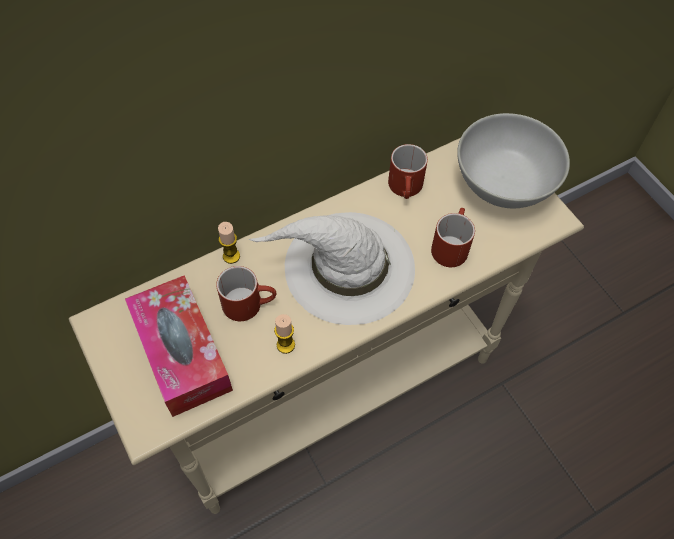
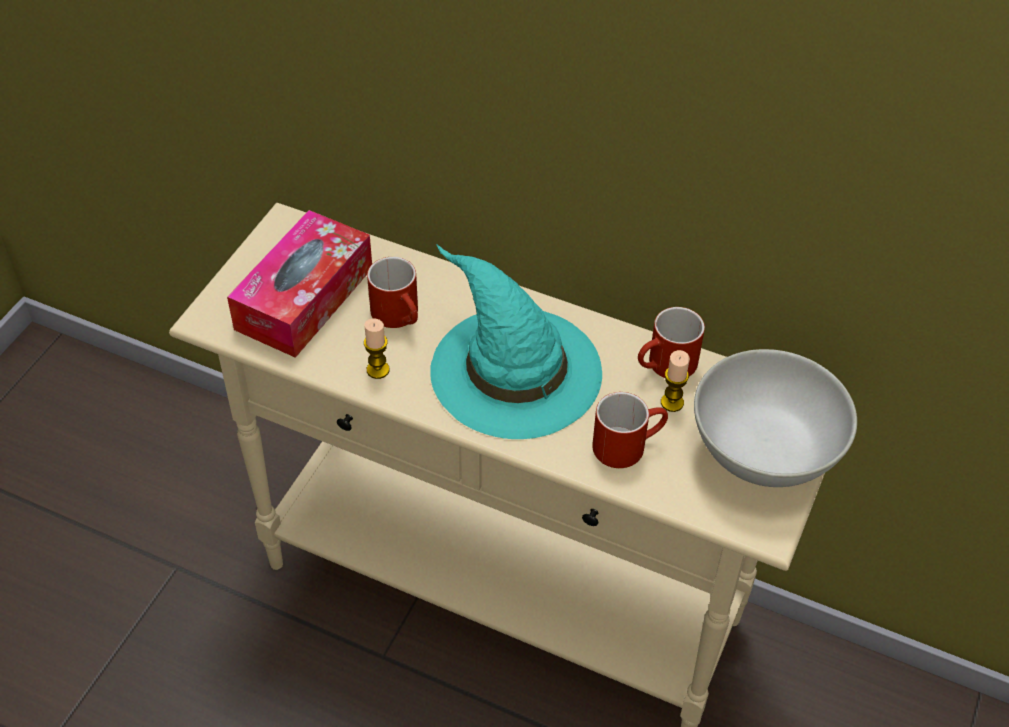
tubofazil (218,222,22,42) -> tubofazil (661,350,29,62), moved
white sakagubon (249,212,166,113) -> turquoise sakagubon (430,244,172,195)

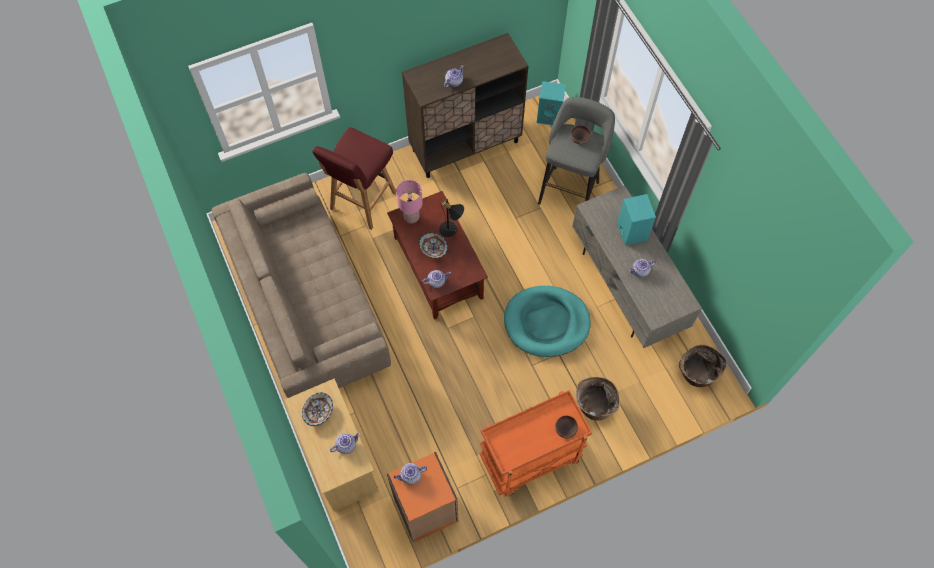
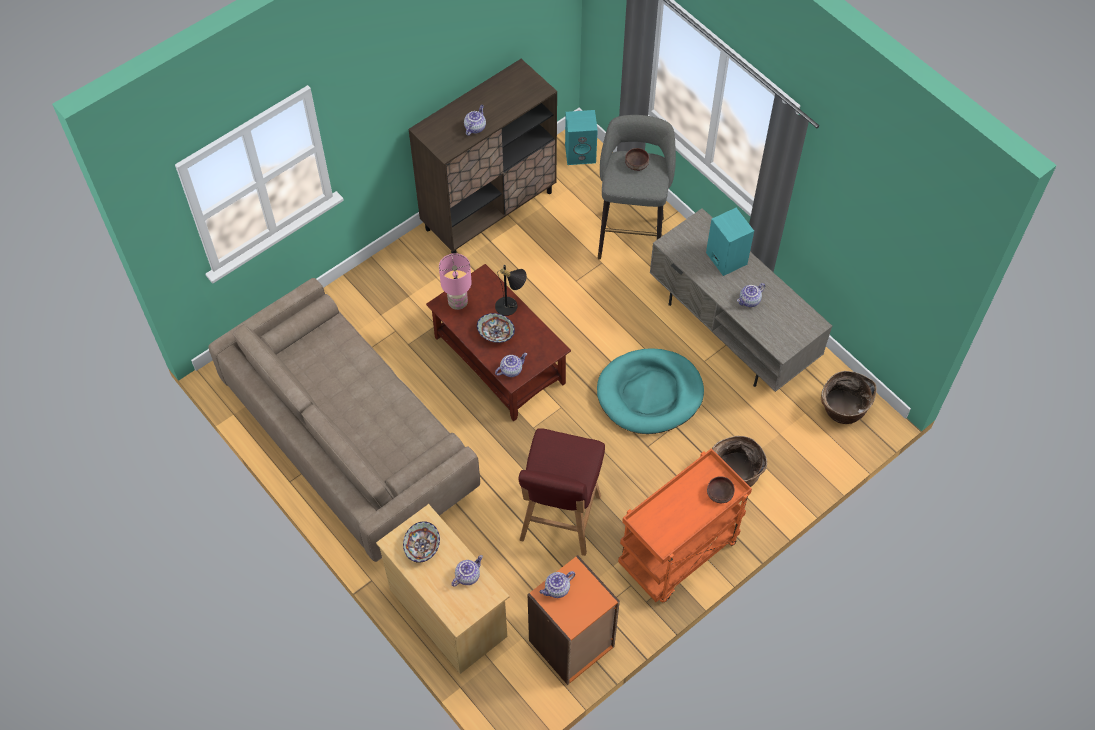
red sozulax (312,127,84,103) -> red sozulax (518,428,87,128), moved

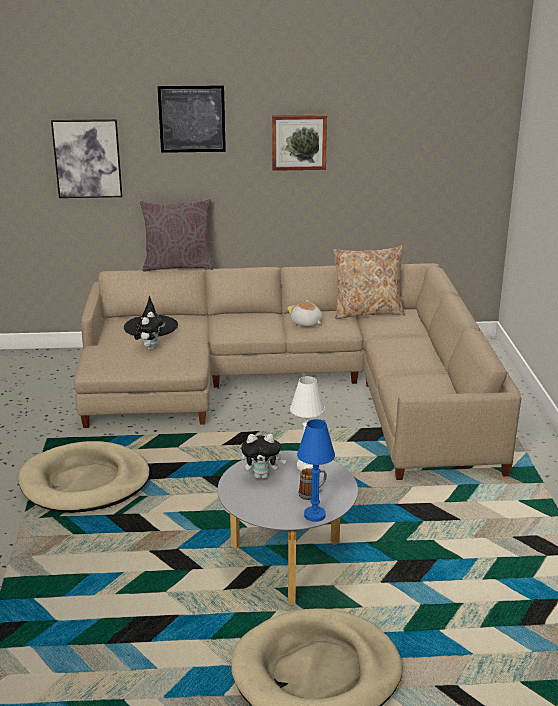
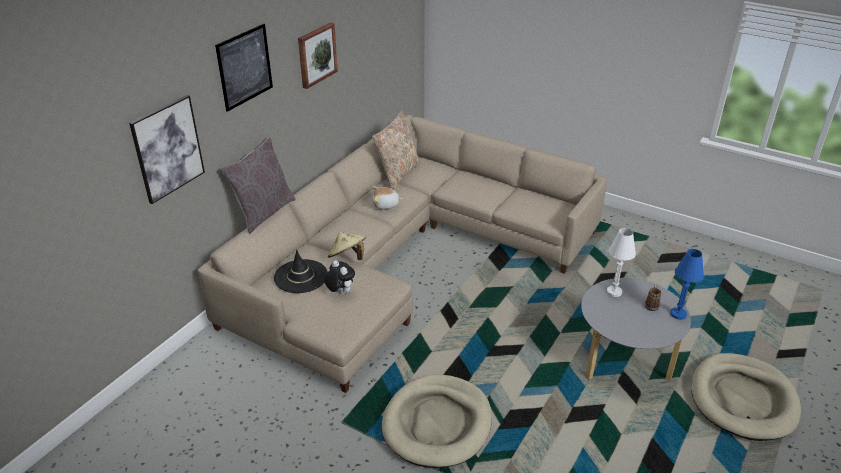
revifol (241,434,45,45) -> none
none -> beige sakagubon (328,232,38,28)

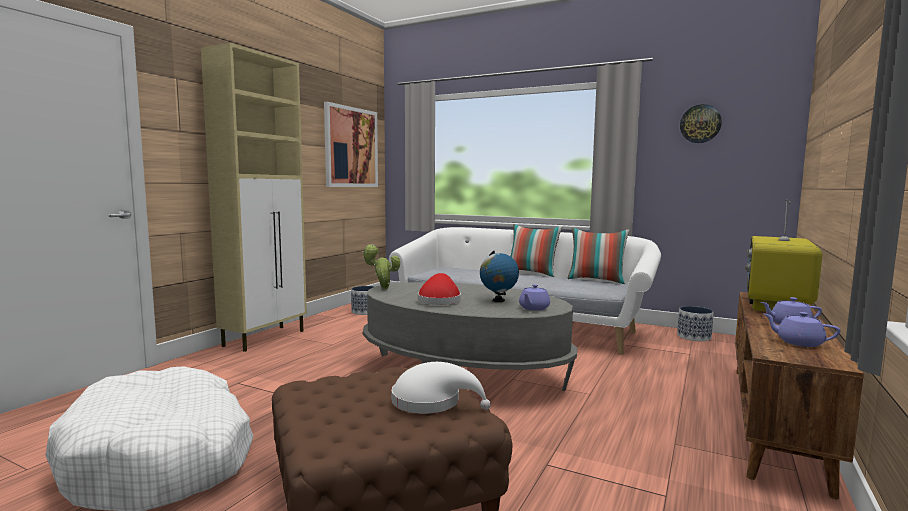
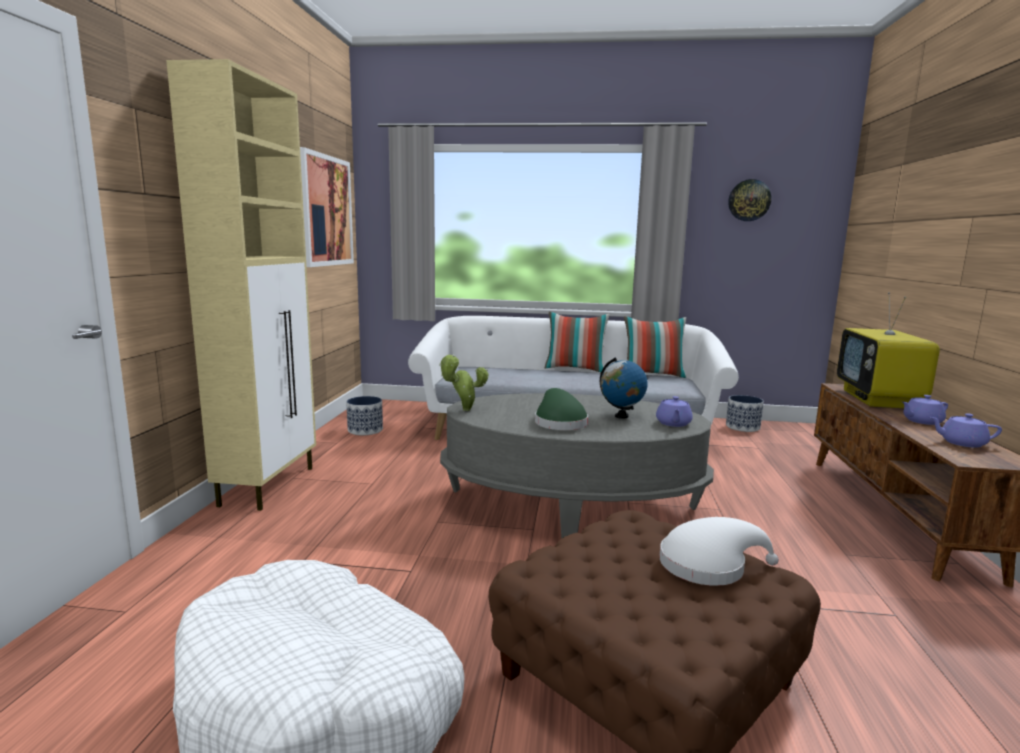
red sakagubon (418,273,43,32) -> green sakagubon (535,388,53,42)

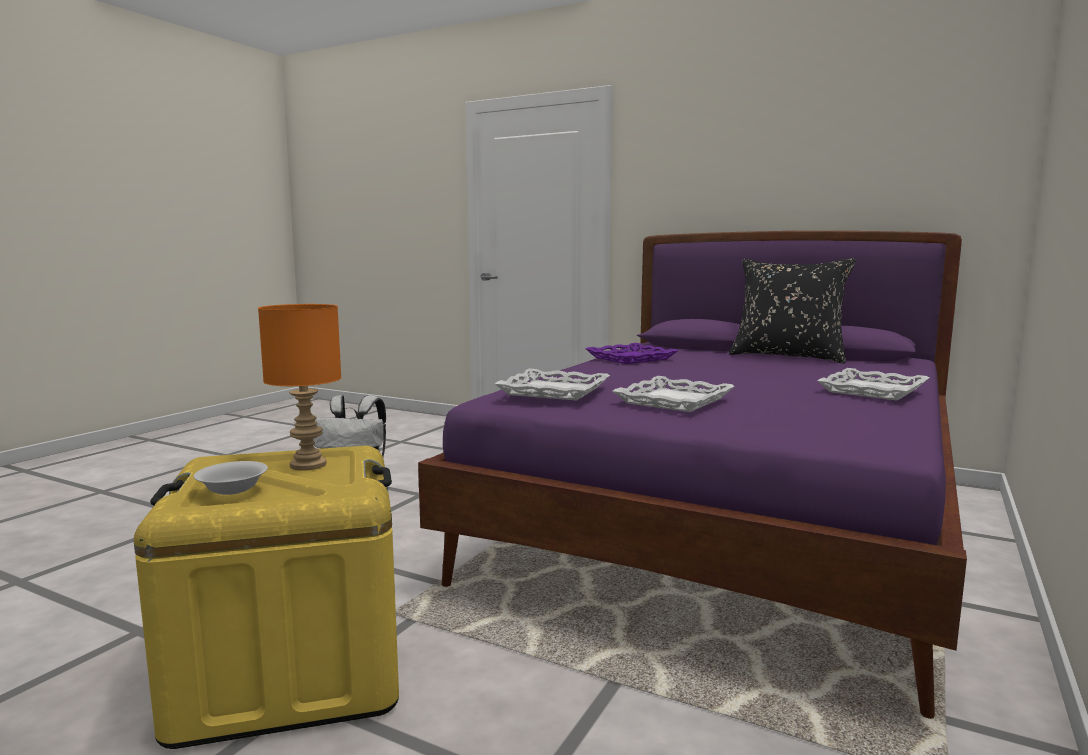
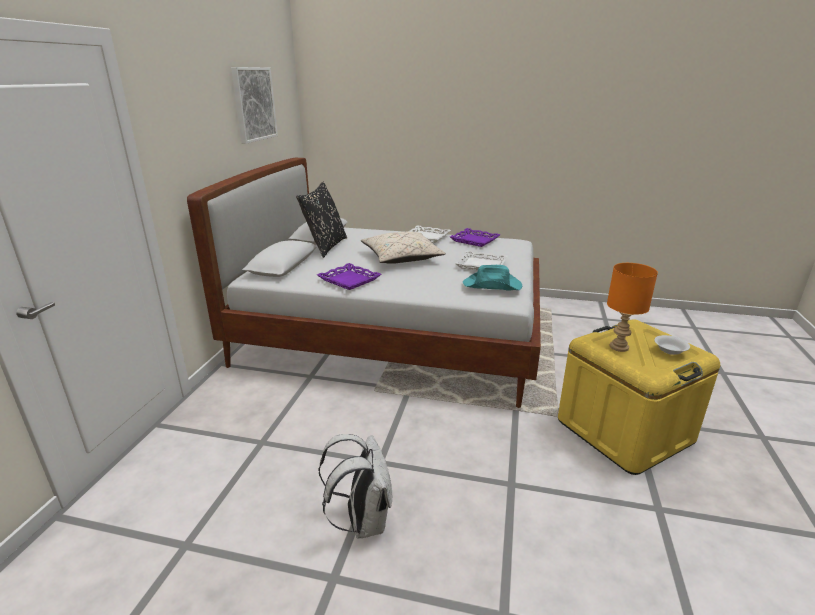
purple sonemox (418,231,549,488) -> white sonemox (187,158,354,250)
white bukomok (495,369,115,32) -> turquoise sakagubon (463,265,59,25)
none -> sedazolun (231,67,47,77)
none -> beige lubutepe (361,232,85,32)
none -> purple bukomok (450,228,50,19)

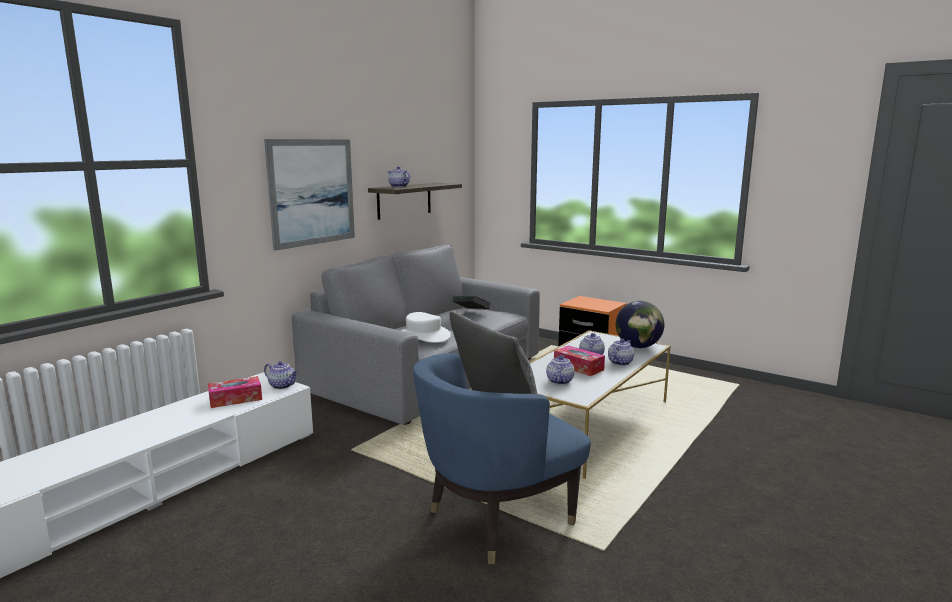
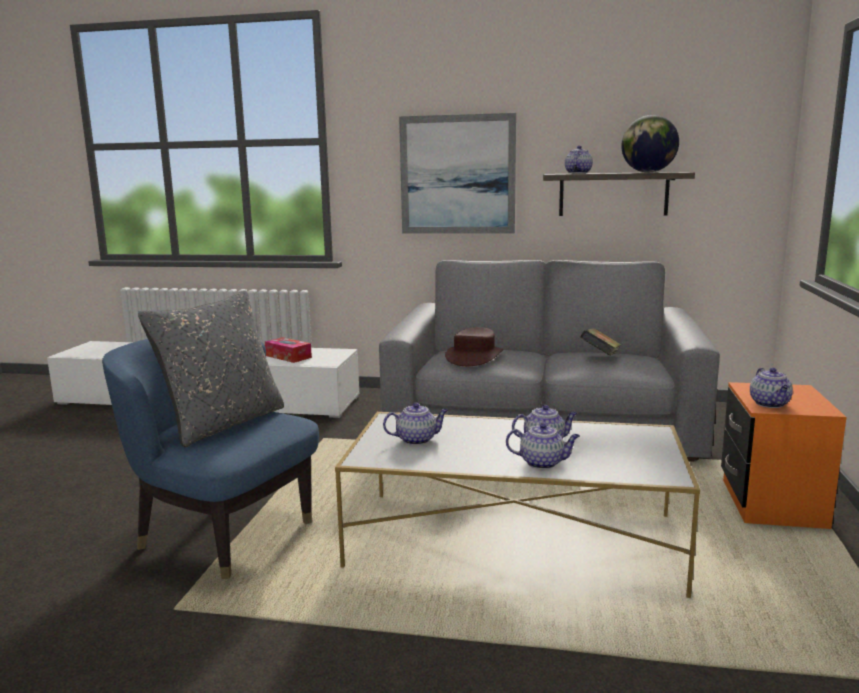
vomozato (264,361,34,28) -> vomozato (750,367,43,41), moved
white sakagubon (401,312,50,31) -> brown sakagubon (445,327,58,39)
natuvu (554,346,51,30) -> none
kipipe (616,301,48,47) -> kipipe (621,115,58,57), moved

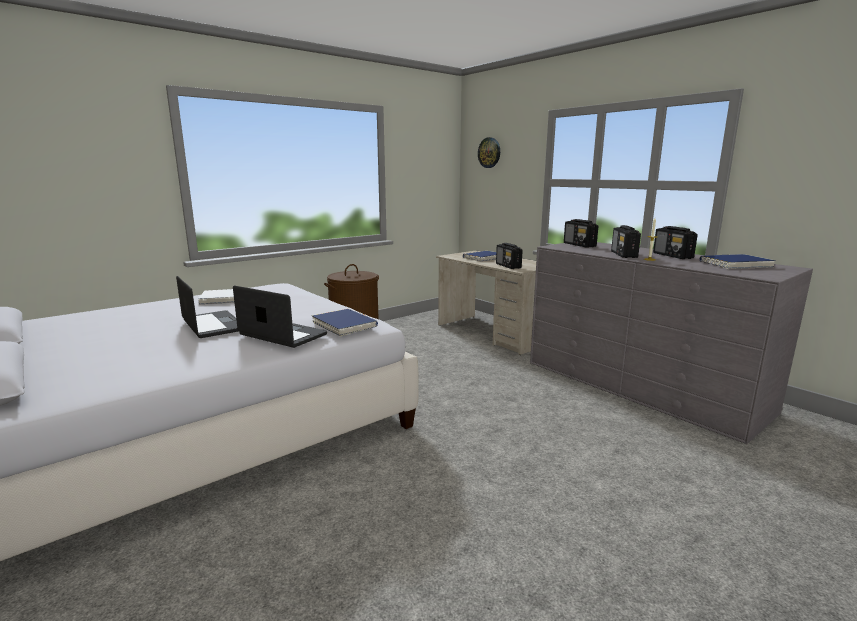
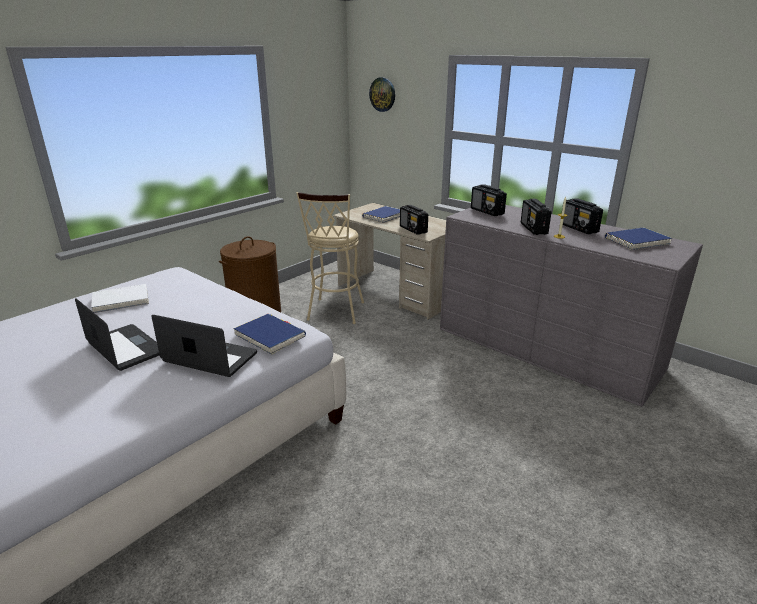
none -> beige sozulax (297,192,67,132)

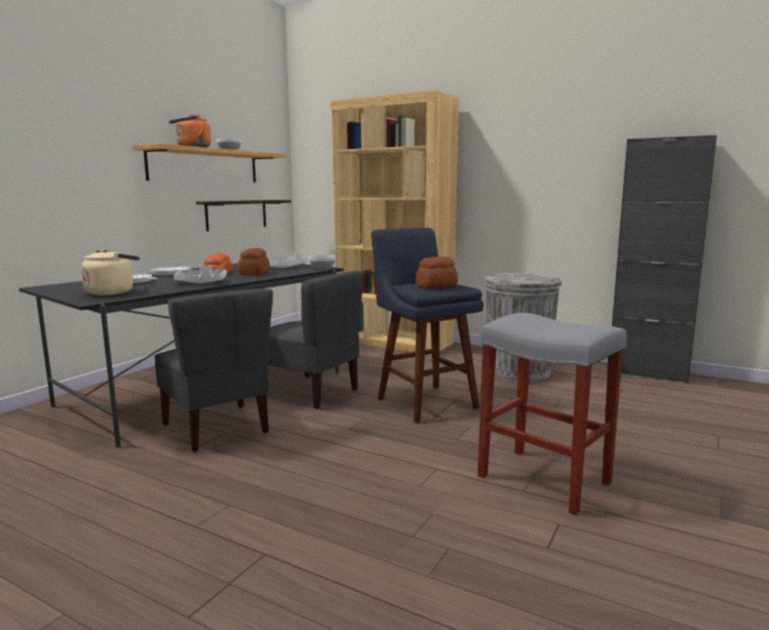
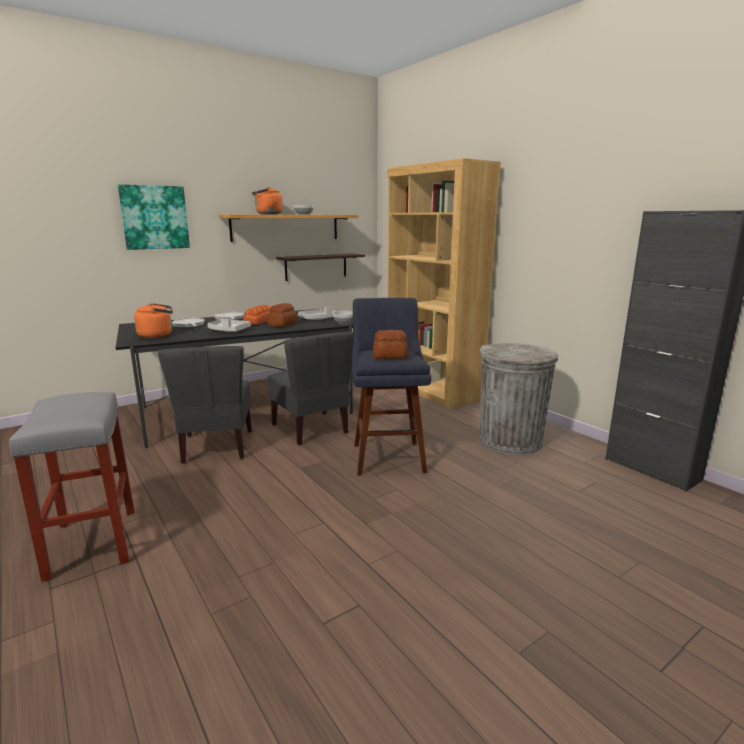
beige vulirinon (81,249,59,46) -> orange vulirinon (134,303,39,35)
grey sozulax (478,313,149,202) -> grey sozulax (9,392,126,190), moved
none -> sedazolun (118,184,72,66)

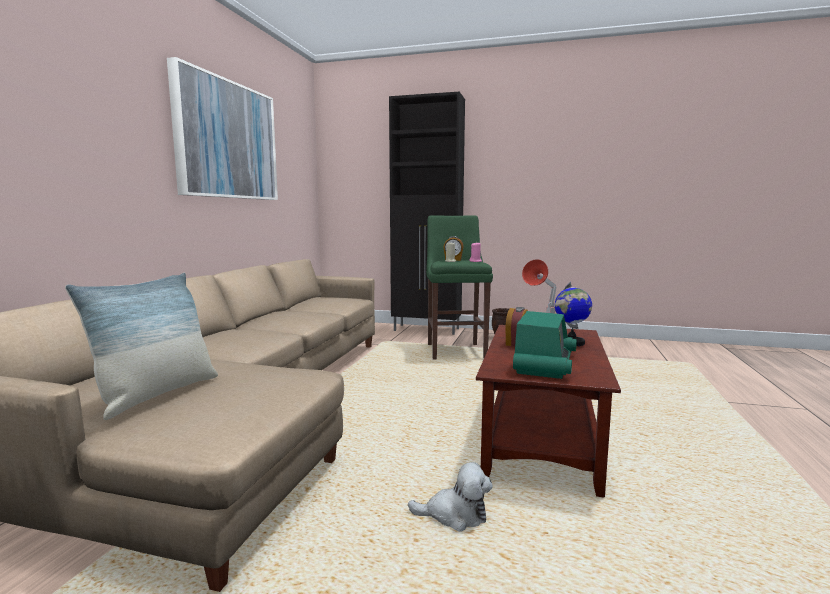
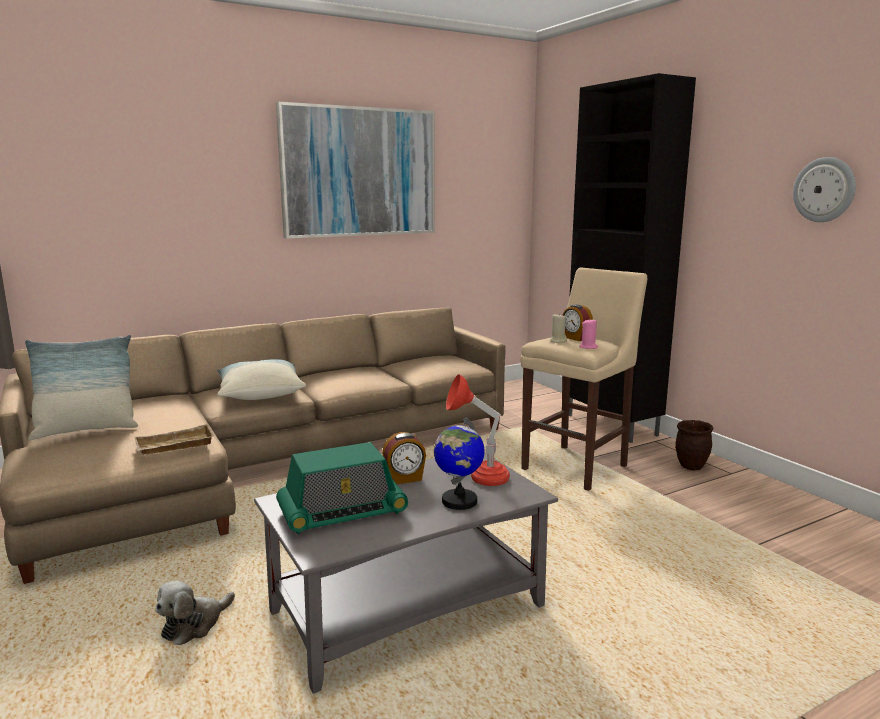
revifol (408,462,85,70) -> revifol (155,581,80,64), 75 degrees clockwise
green sozulax (426,215,67,145) -> beige sozulax (520,268,127,223)
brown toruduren (476,325,145,173) -> grey toruduren (254,453,304,241)
none -> beige bukomok (135,424,79,31)
none -> lubutepe (217,359,89,41)
none -> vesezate (793,157,63,65)

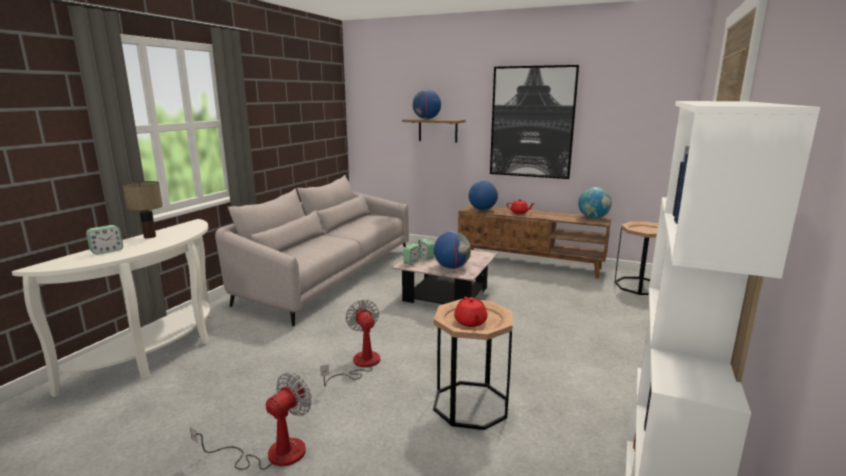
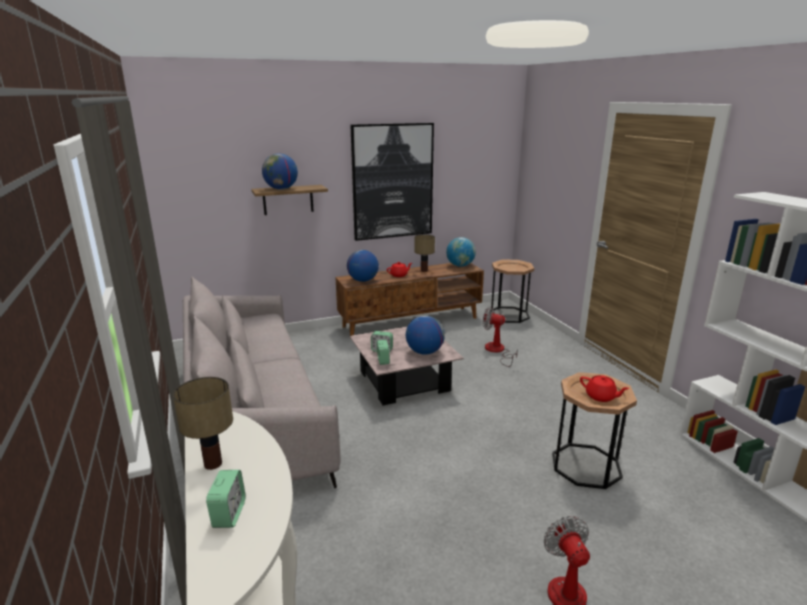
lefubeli (320,300,60,86) -> lefubeli (483,306,35,61), moved
none -> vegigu (414,234,21,38)

